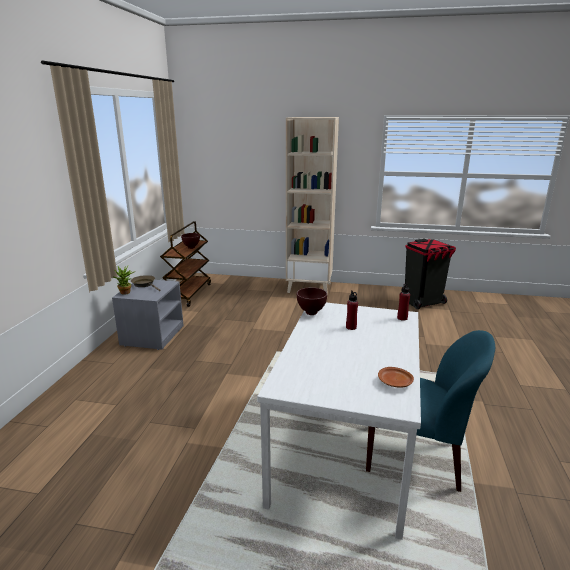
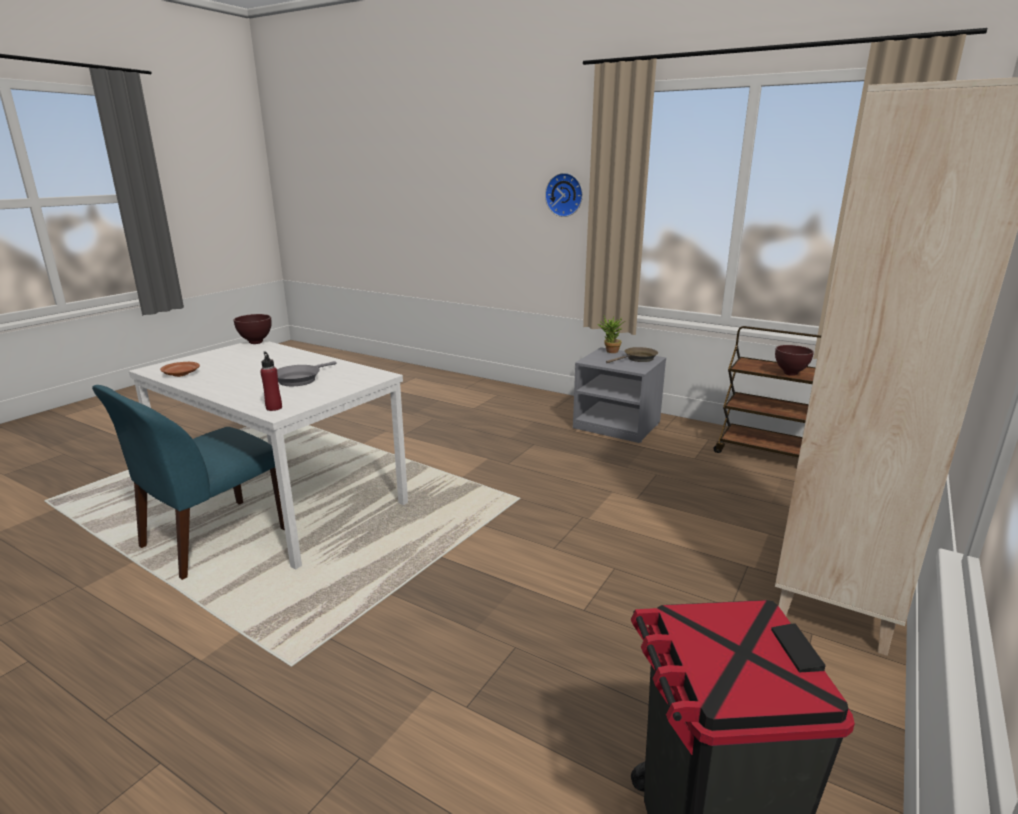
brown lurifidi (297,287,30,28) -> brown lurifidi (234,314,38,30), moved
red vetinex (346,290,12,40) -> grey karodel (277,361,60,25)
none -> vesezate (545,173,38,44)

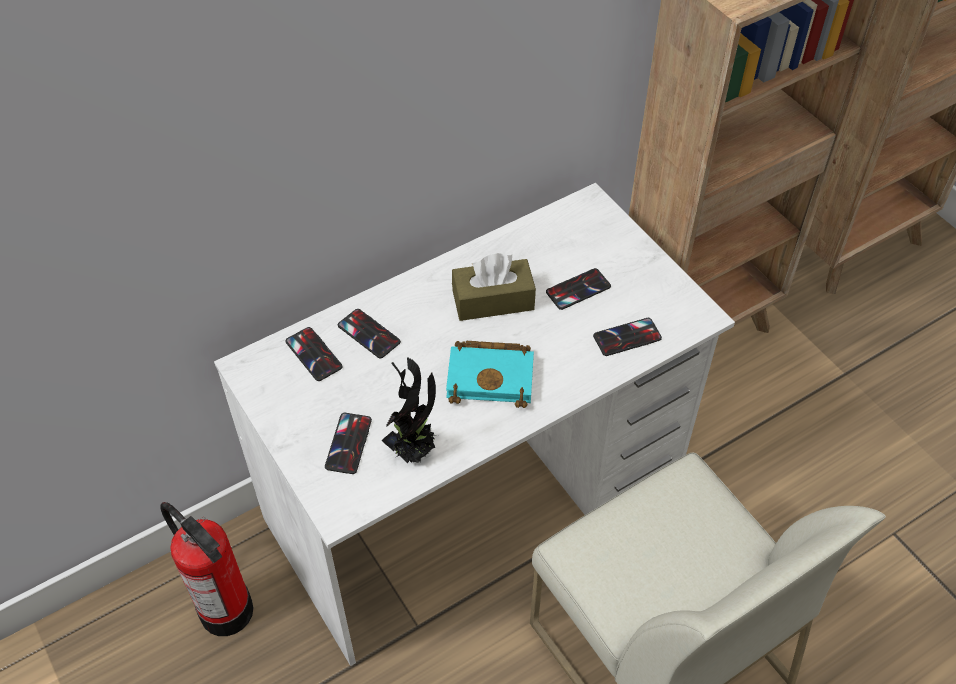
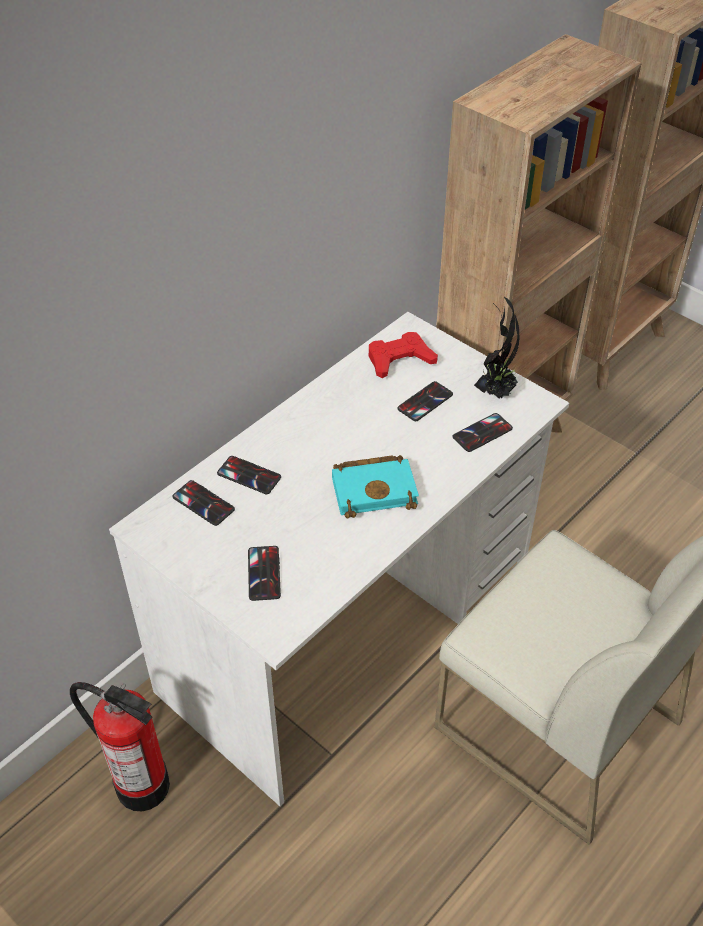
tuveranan (381,357,57,106) -> tuveranan (474,297,45,101), moved
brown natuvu (452,253,84,68) -> none
none -> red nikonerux (369,332,69,46)

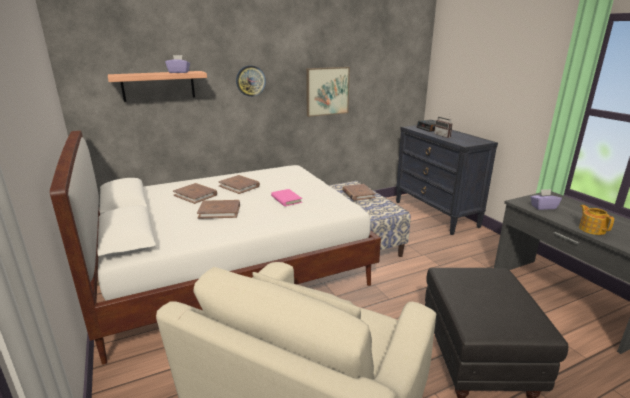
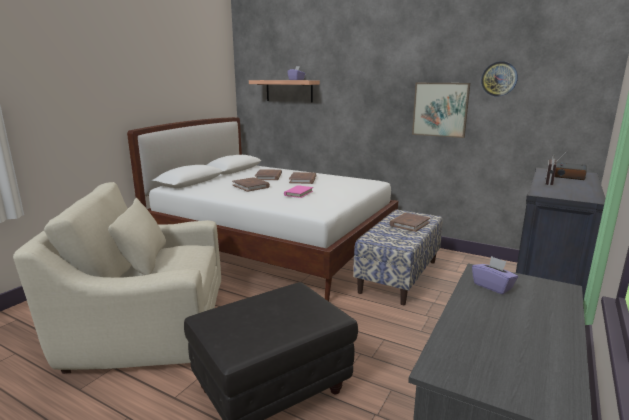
vesezate (236,65,30,32) -> vesezate (481,61,37,35), moved
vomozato (579,205,35,30) -> none

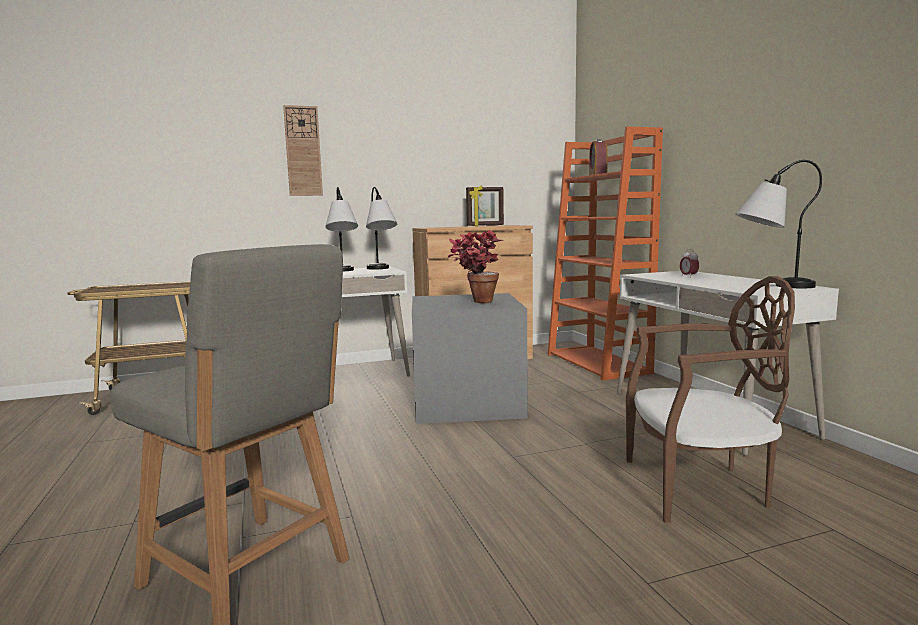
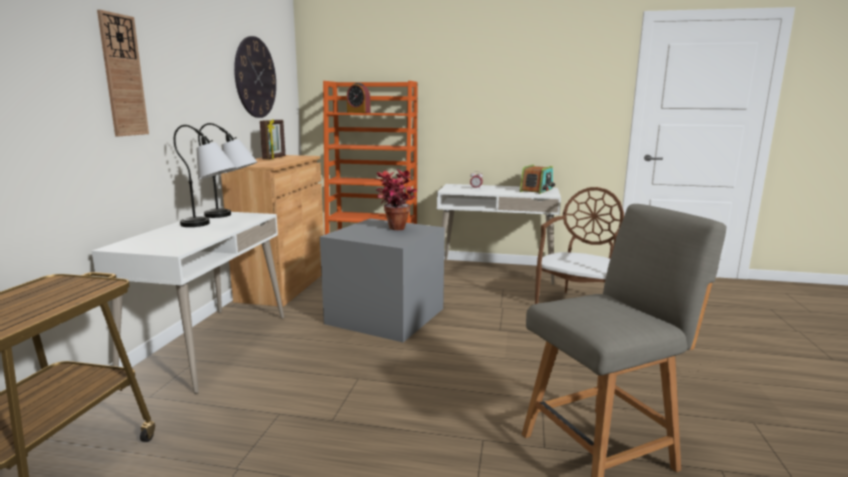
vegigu (736,160,86,128) -> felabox (520,165,35,29)
none -> vesezate (234,36,42,82)

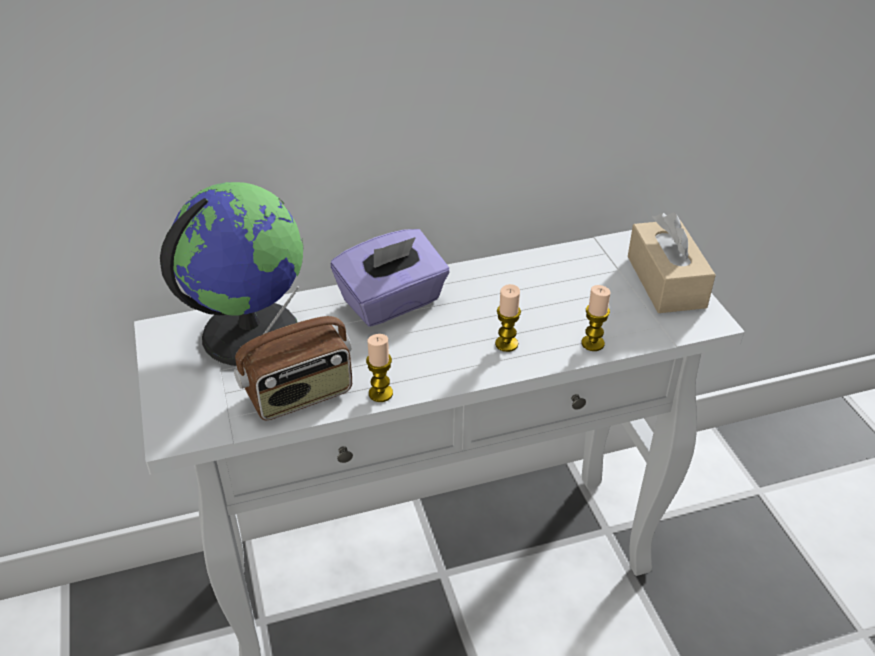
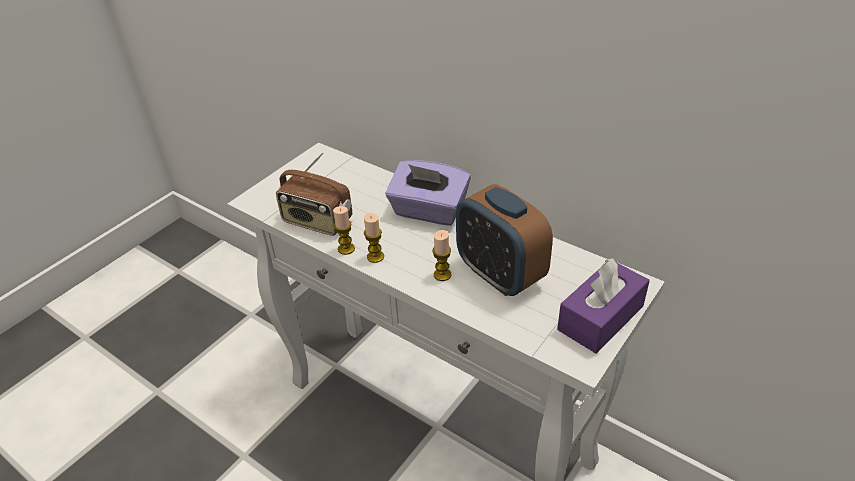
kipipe (160,182,143,184) -> none
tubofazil (581,285,29,66) -> tubofazil (364,213,20,50), moved
beige natuvu (628,212,88,101) -> purple natuvu (557,258,93,95)
none -> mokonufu (456,184,97,112)

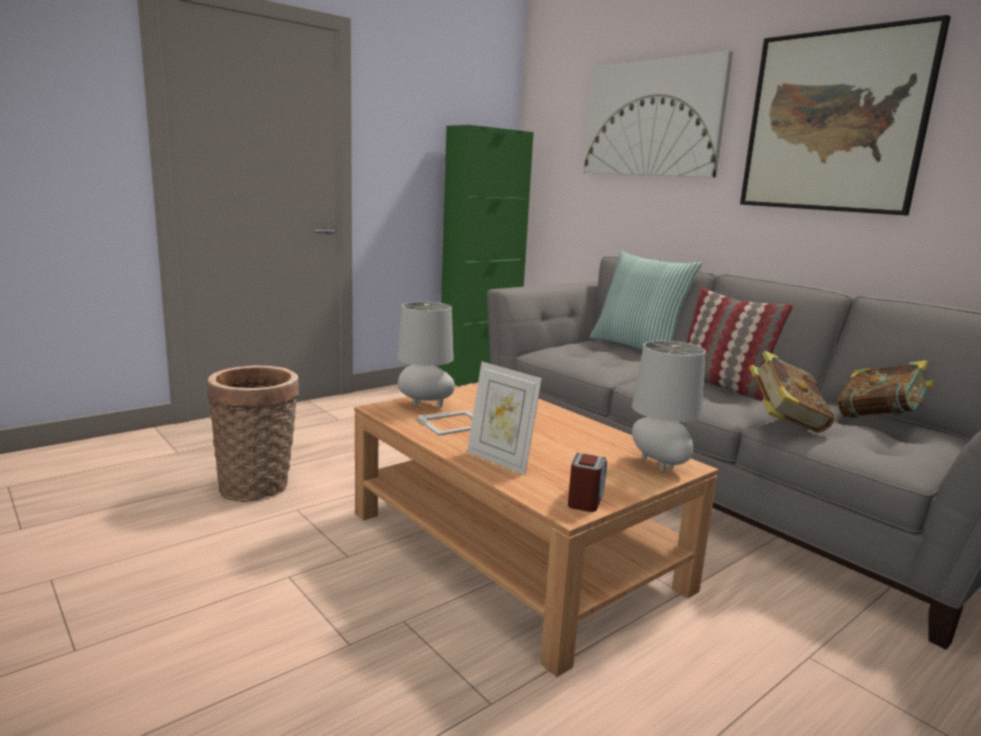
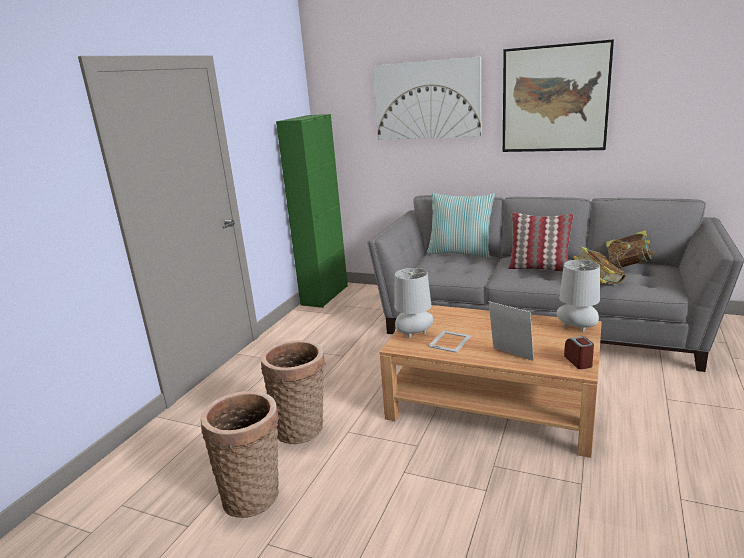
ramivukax (467,362,75,113) -> ramivukax (489,301,45,60), 150 degrees counterclockwise
none -> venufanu (201,391,78,127)

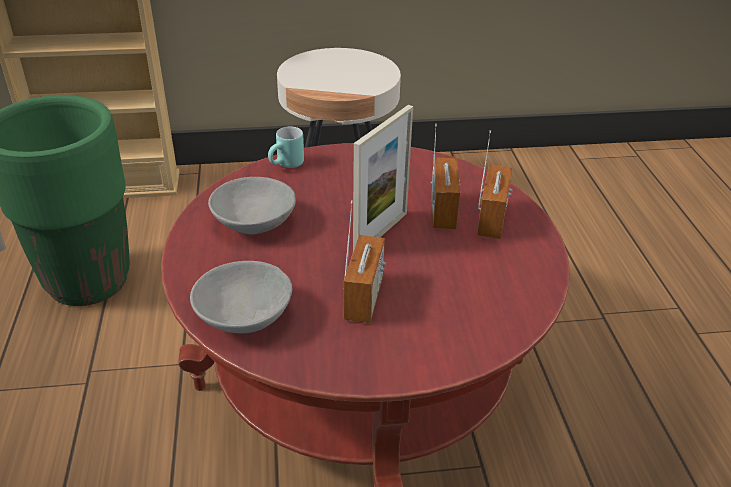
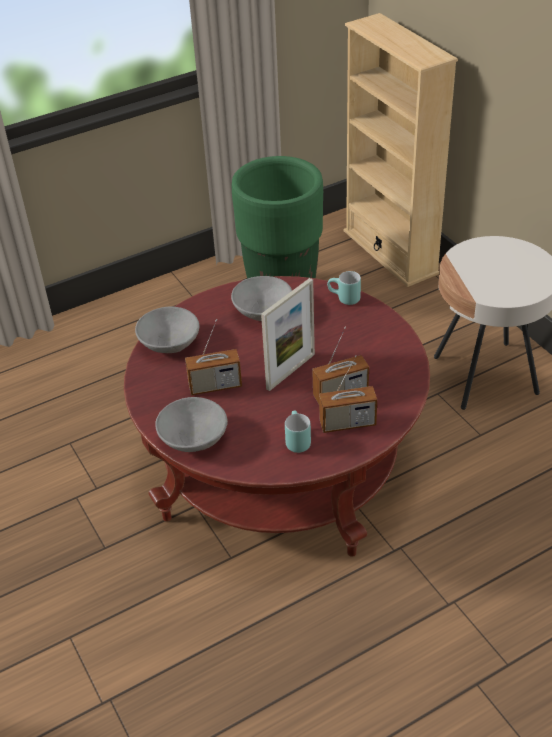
ramivukax (353,105,60,146) -> ramivukax (261,278,54,113), 60 degrees counterclockwise
none -> grey lurifidi (155,397,73,55)
none -> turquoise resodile (285,411,26,42)

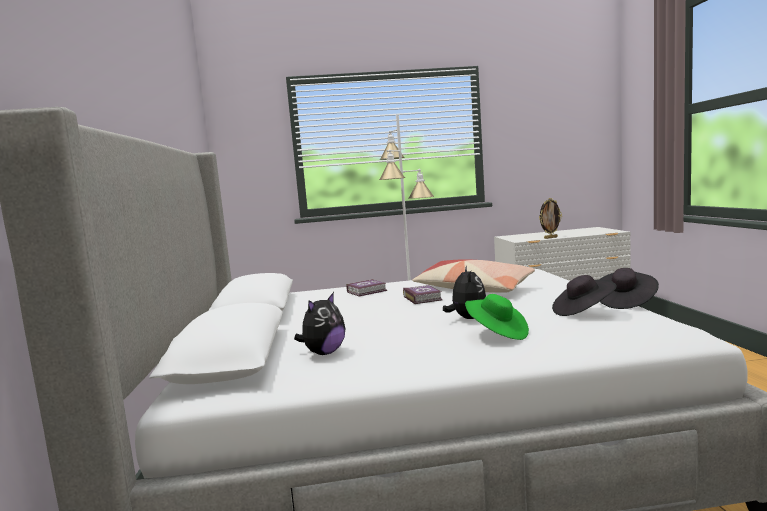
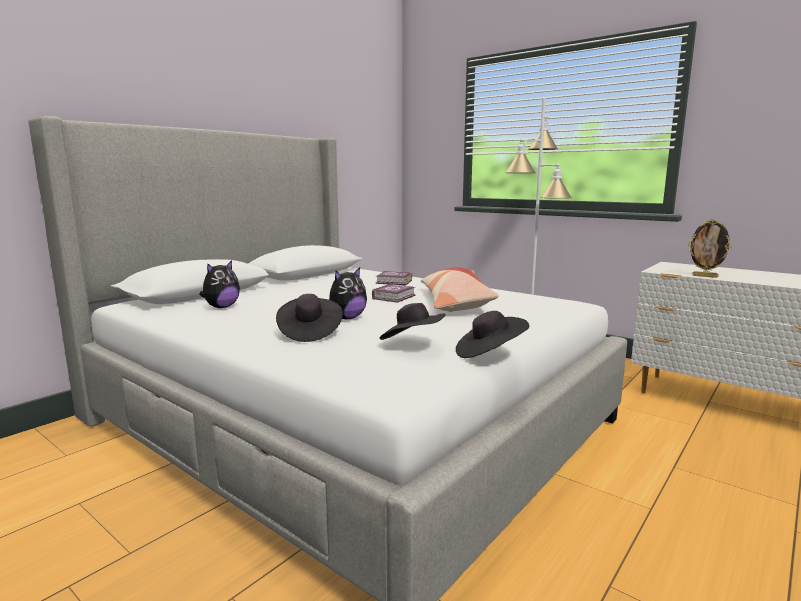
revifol (294,292,52,63) -> revifol (199,260,41,48), 45 degrees counterclockwise
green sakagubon (465,294,64,46) -> black sakagubon (276,294,67,48)

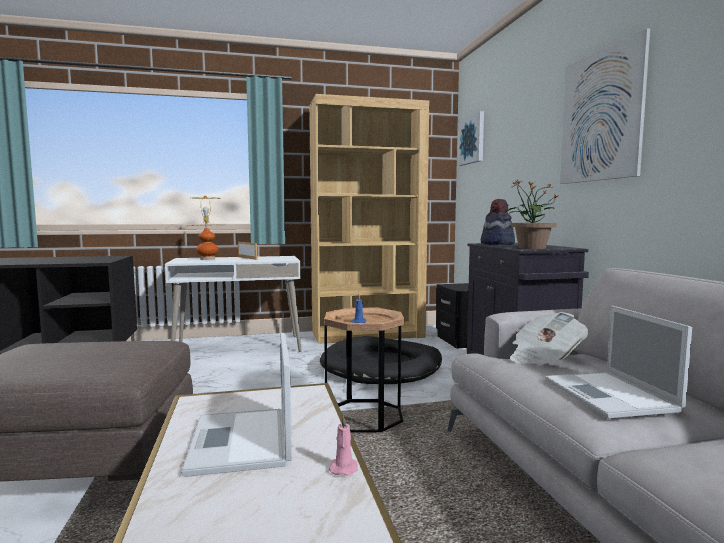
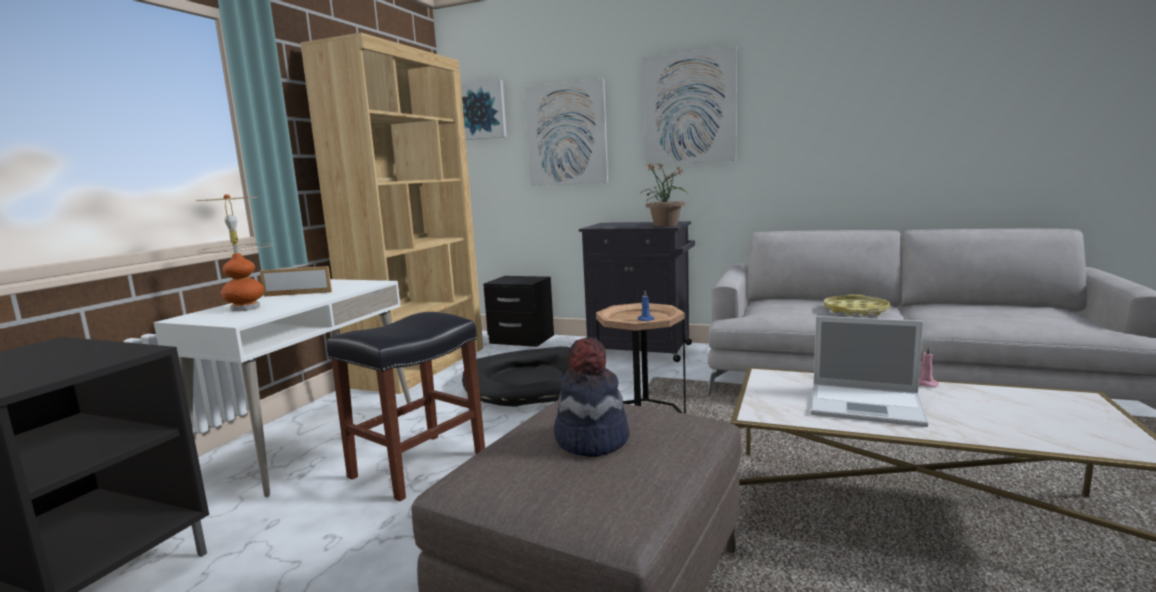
sakagubon (481,199,34,46) -> sakagubon (554,337,76,120), moved
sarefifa (510,312,78,53) -> none
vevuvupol (545,306,147,112) -> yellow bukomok (824,294,66,22)
none -> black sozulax (327,312,158,189)
none -> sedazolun (524,79,84,107)

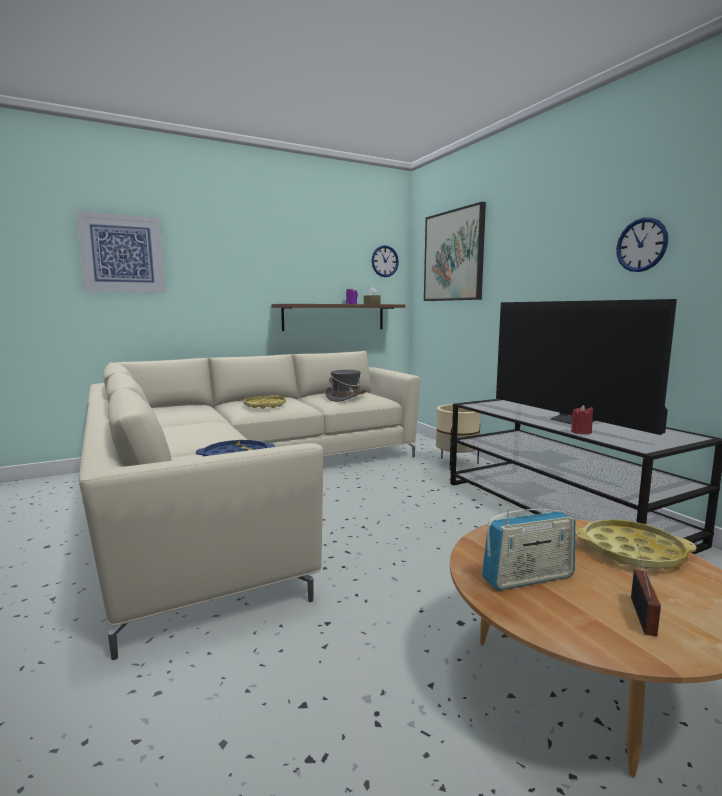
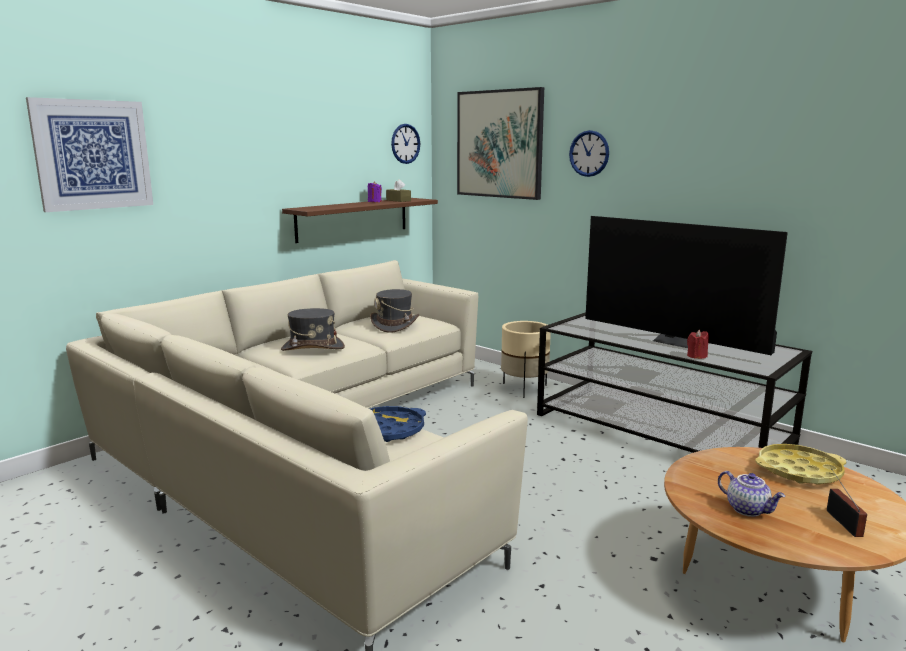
yellow bukomok (243,395,43,14) -> grey sakagubon (281,308,64,43)
felabox (482,507,93,84) -> vomozato (718,471,67,46)
vesezate (616,218,52,54) -> vesezate (569,130,40,47), moved

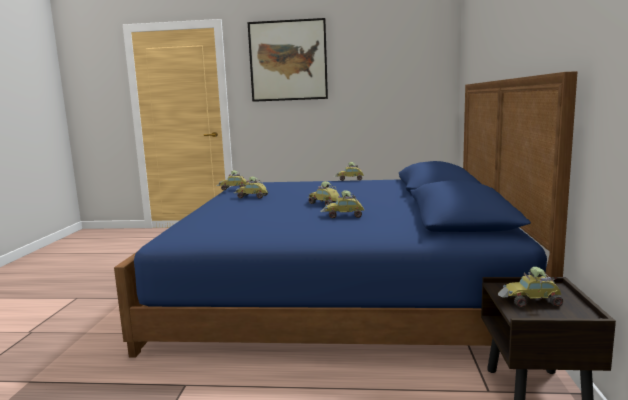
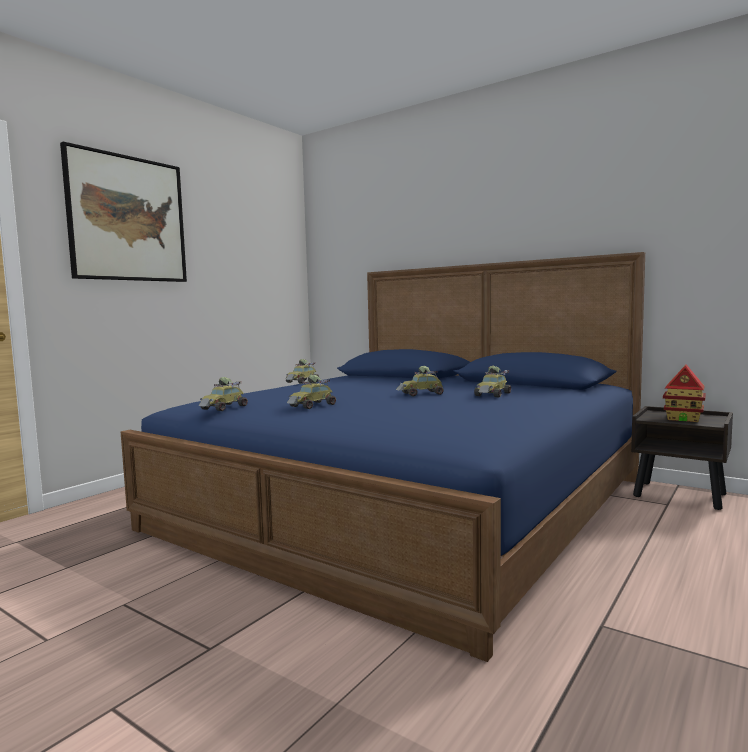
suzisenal (498,267,65,41) -> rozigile (663,364,43,58)

